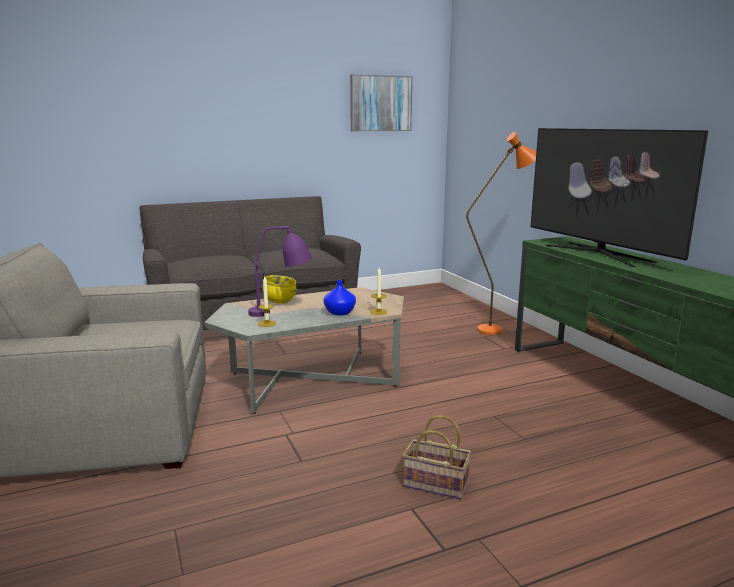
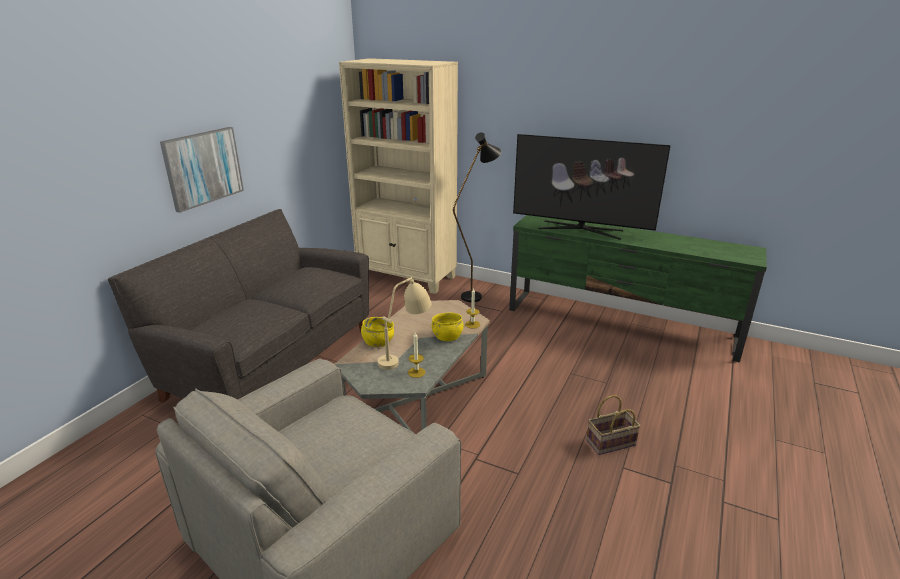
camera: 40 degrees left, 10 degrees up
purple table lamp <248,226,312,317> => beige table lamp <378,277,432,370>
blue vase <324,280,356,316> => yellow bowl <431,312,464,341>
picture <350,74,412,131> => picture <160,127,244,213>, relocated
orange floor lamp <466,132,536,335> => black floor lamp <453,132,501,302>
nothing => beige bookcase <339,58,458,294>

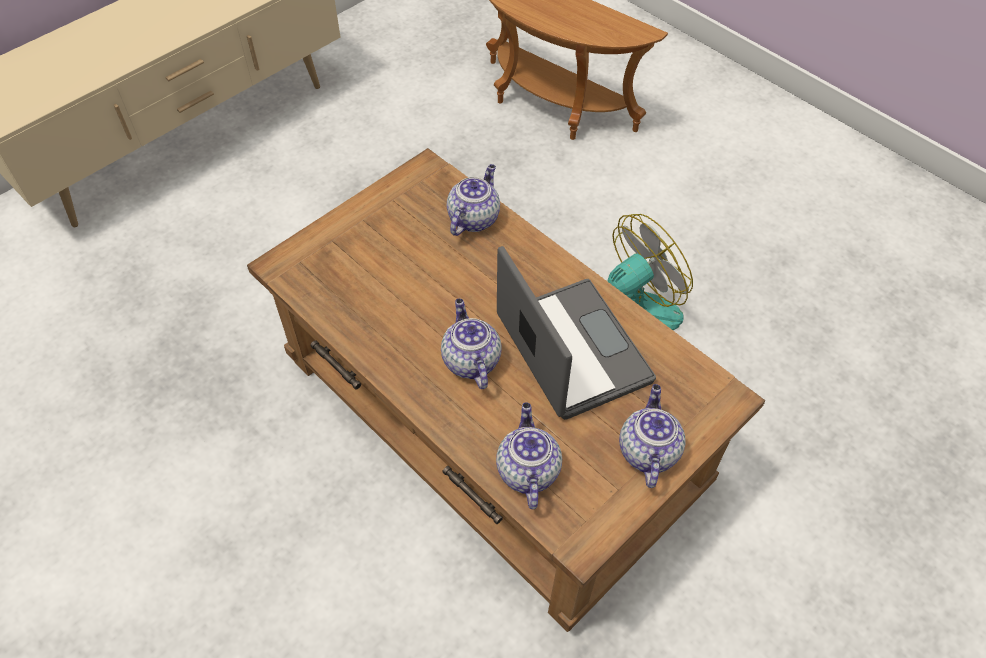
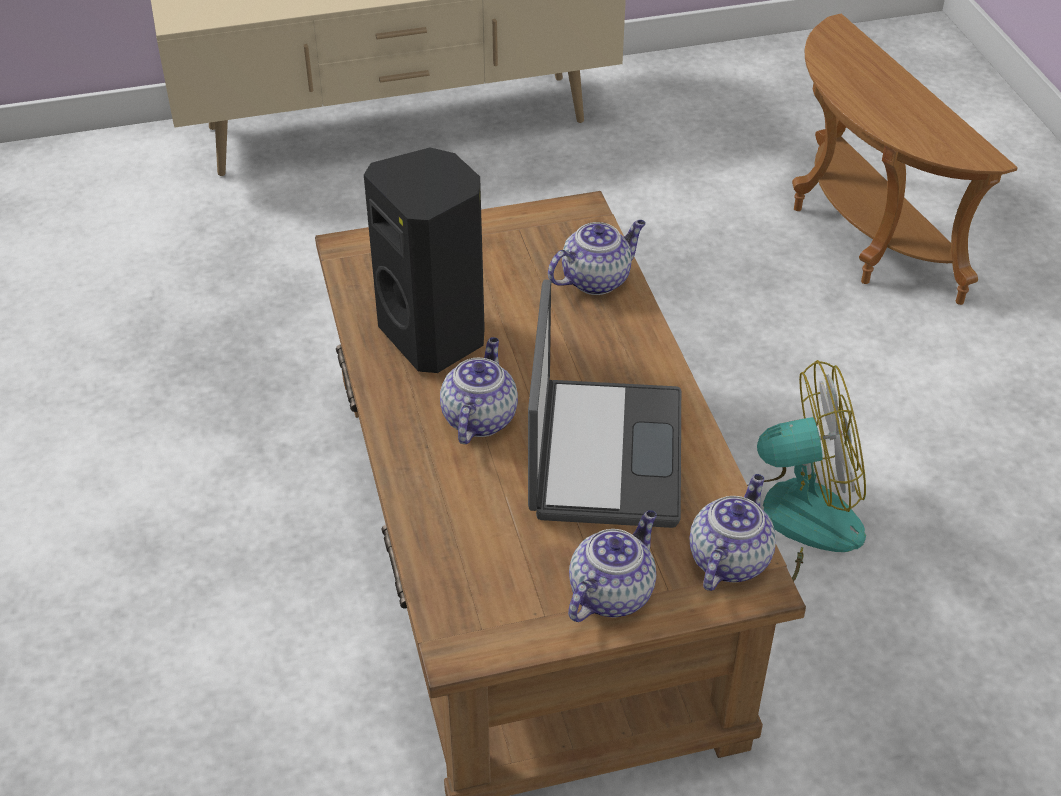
camera: 30 degrees right, 10 degrees down
teapot <496,402,562,509> => teapot <690,474,776,591>, relocated
nothing => black speaker <364,147,485,373>

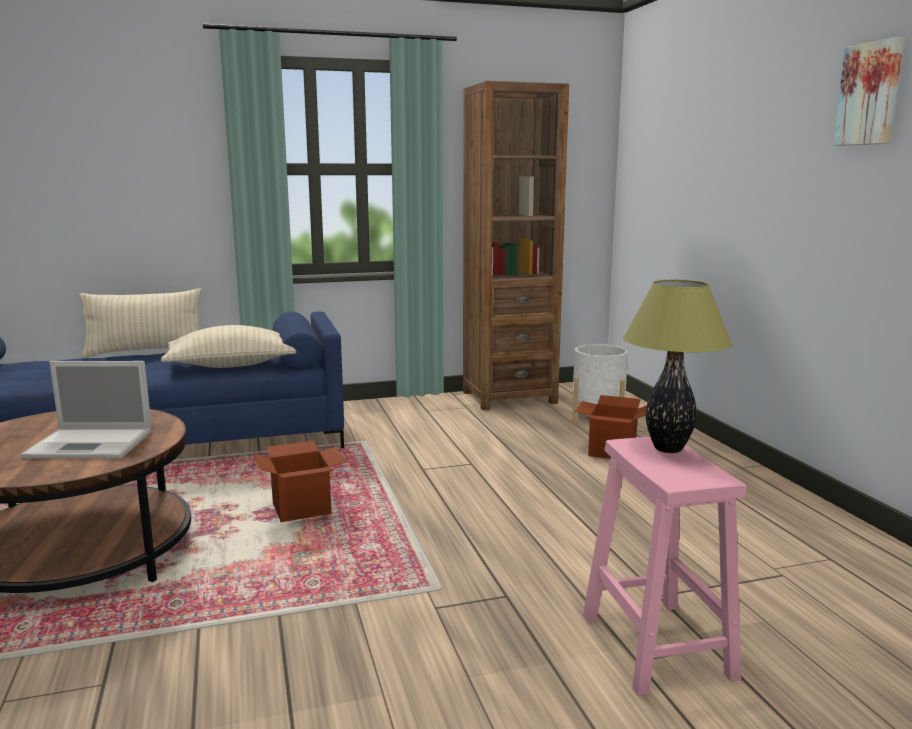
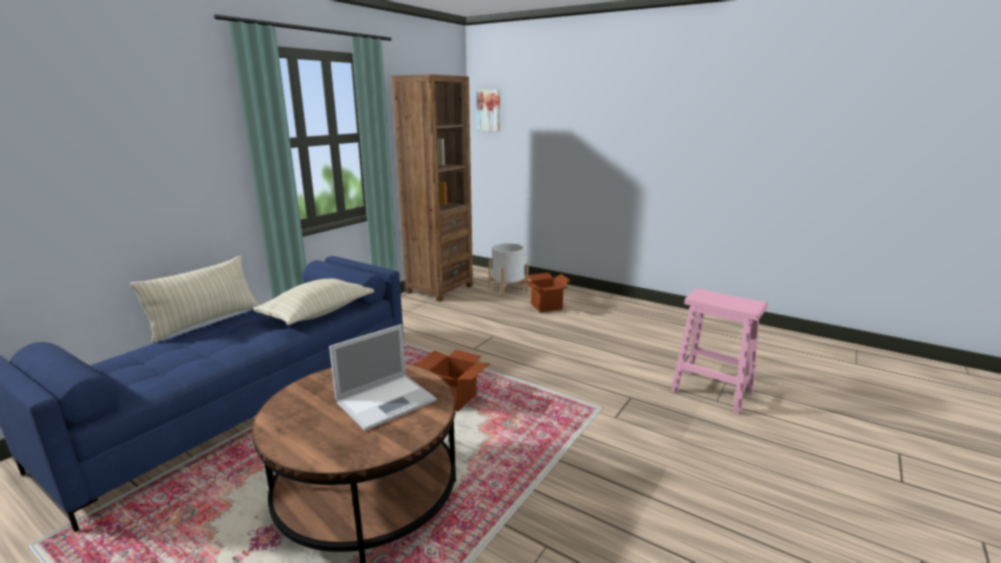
camera: 40 degrees left, 5 degrees up
table lamp <623,280,732,453> => nothing
picture <833,37,904,146> => picture <476,90,500,131>, relocated

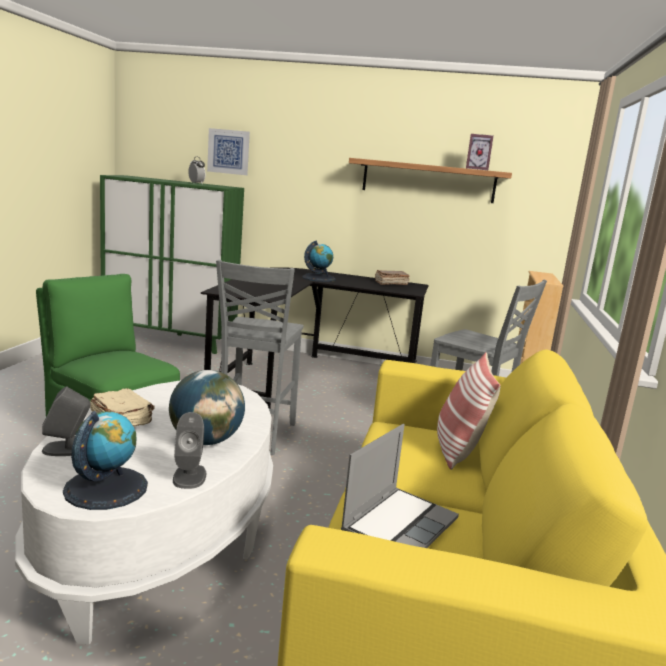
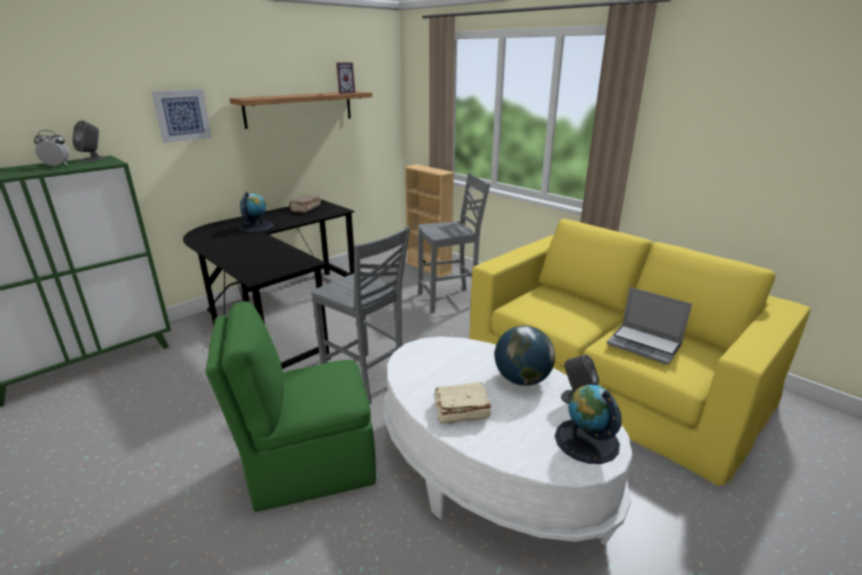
camera: 55 degrees left, 10 degrees up
grey speaker <42,386,91,456> => grey speaker <72,120,107,162>, relocated
picture <207,128,250,175> => picture <151,89,212,143>, relocated
laptop <341,424,459,548> => laptop <607,287,692,365>, 150 degrees clockwise
pillow <437,352,501,470> => nothing

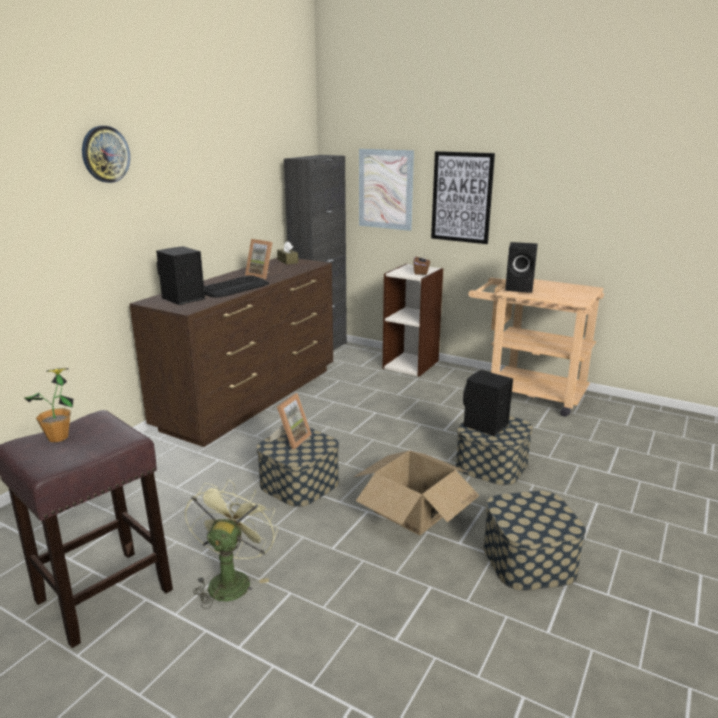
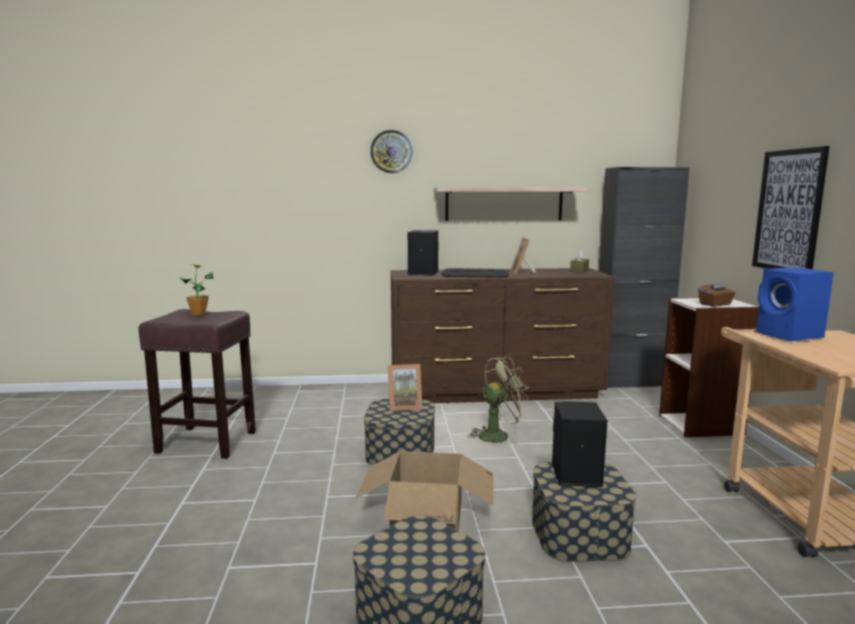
camera: 55 degrees right, 10 degrees down
green fan <185,480,278,609> => green fan <468,356,532,445>, relocated
picture <359,149,414,231> => nothing
black speaker <505,242,538,292> => blue speaker <756,267,834,341>
nothing => shelf <433,187,587,221>

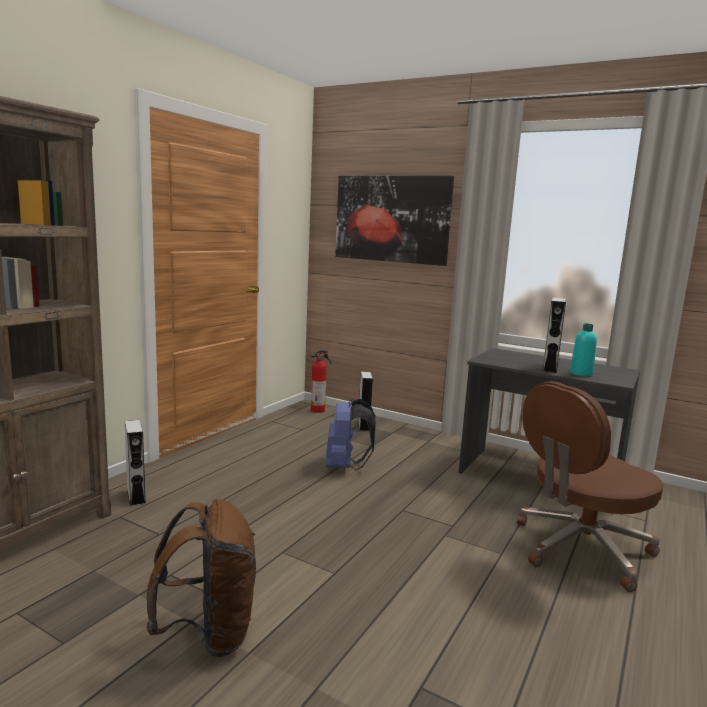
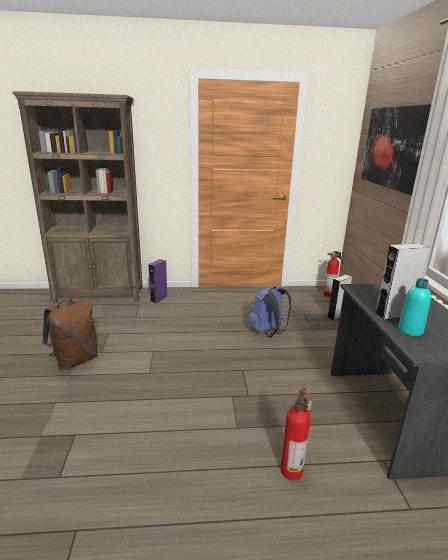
camera: 55 degrees right, 10 degrees up
grey speaker <124,420,146,506> => purple speaker <148,259,168,303>
brown office chair <517,381,663,592> => fire extinguisher <281,388,314,481>

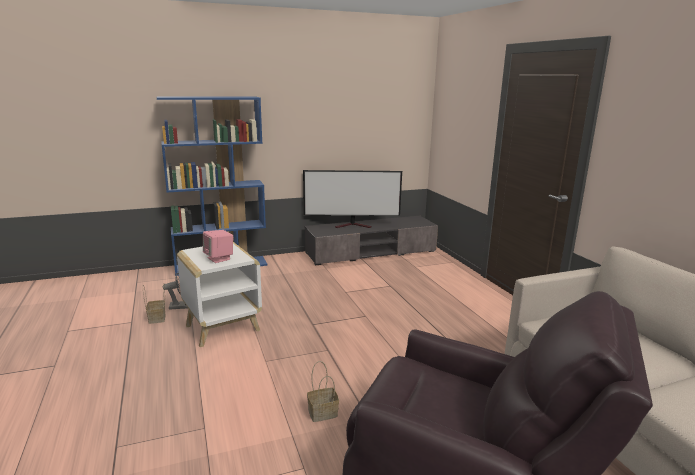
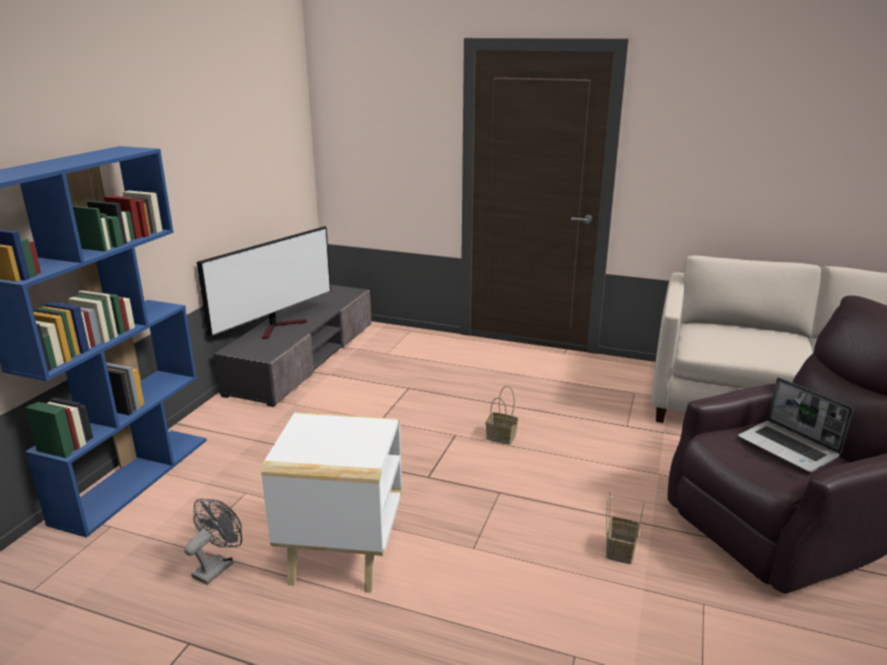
camera: 50 degrees left, 5 degrees up
basket <143,284,166,324> => basket <486,386,518,445>, relocated
pink speaker <203,230,233,263> => nothing
nothing => laptop <738,377,853,472>

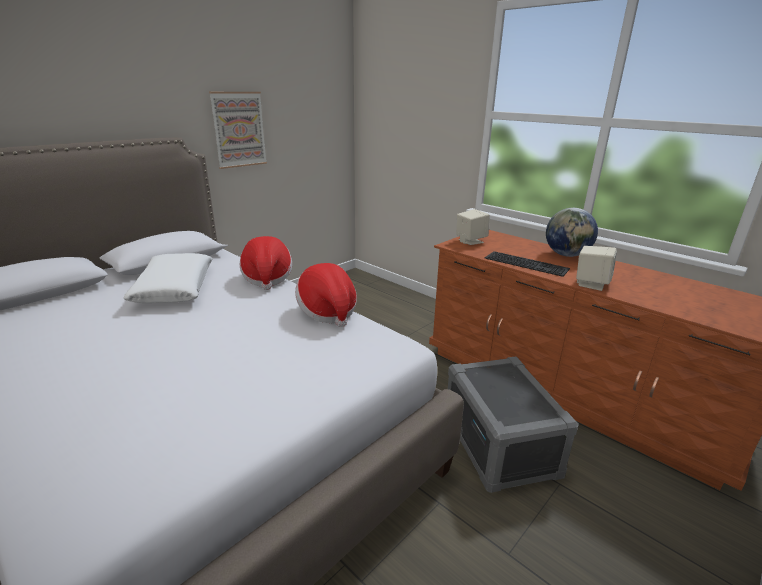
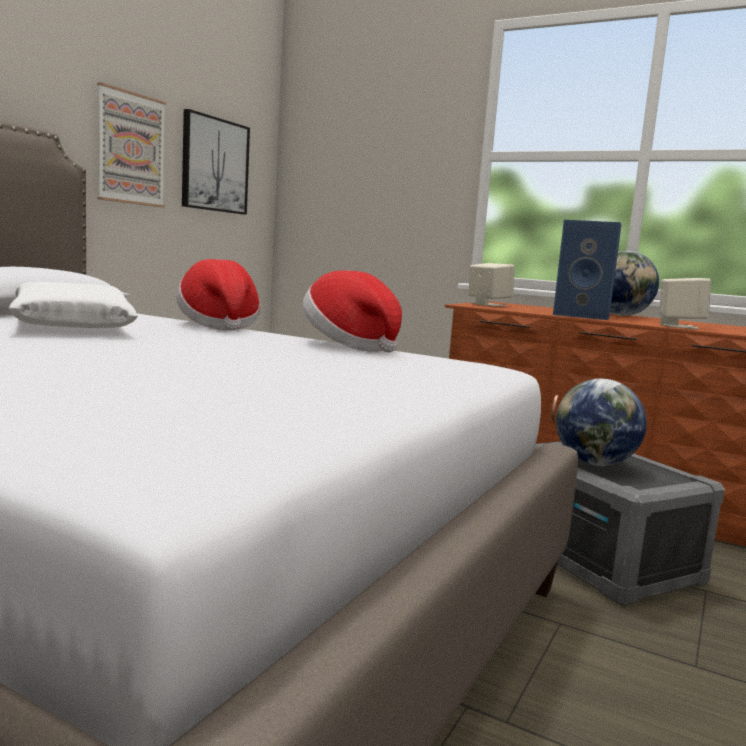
camera: 15 degrees left, 15 degrees down
keyboard <485,251,570,277> => blue speaker <553,220,621,320>
nothing => picture <182,109,250,215>
nothing => globe <556,379,647,466>

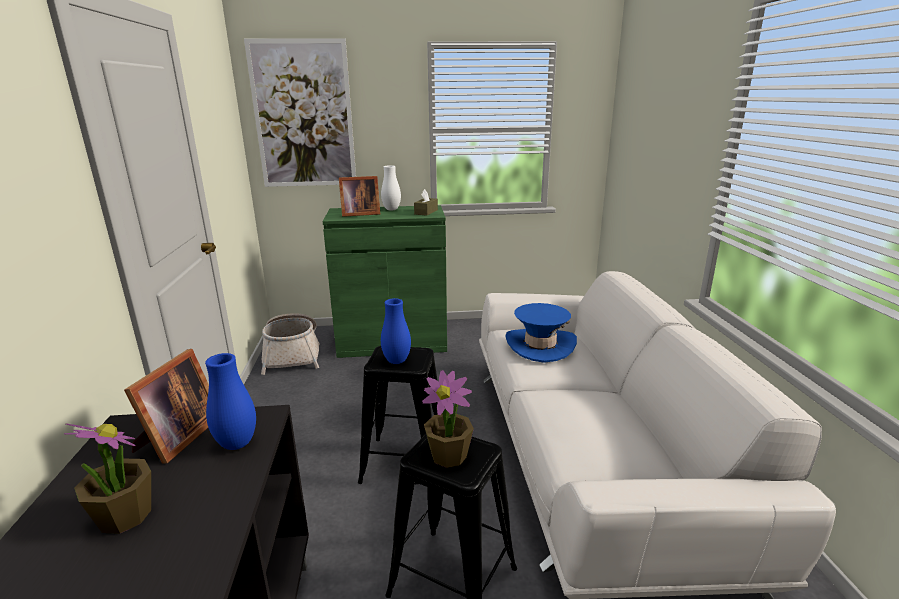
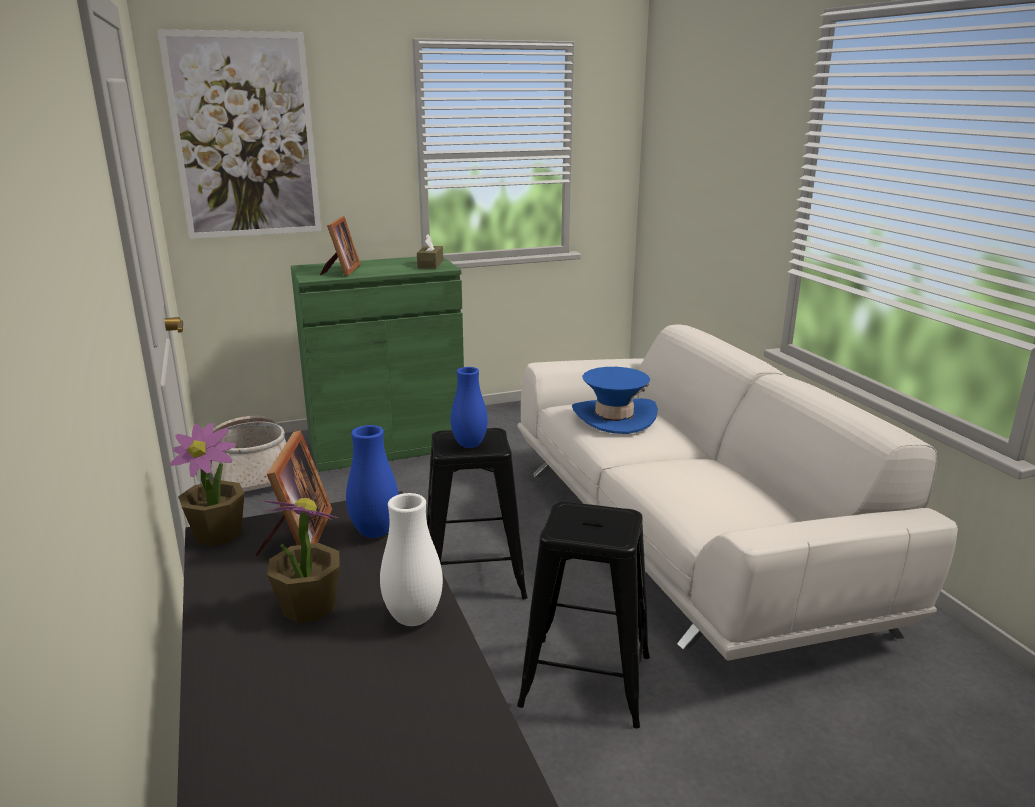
camera: 15 degrees left, 0 degrees up
picture frame <339,176,380,217> => picture frame <320,216,361,276>, 60 degrees counterclockwise
white vase <381,165,401,211> => white vase <380,493,443,626>, relocated
potted plant <422,370,474,468> => potted plant <170,423,245,546>, relocated

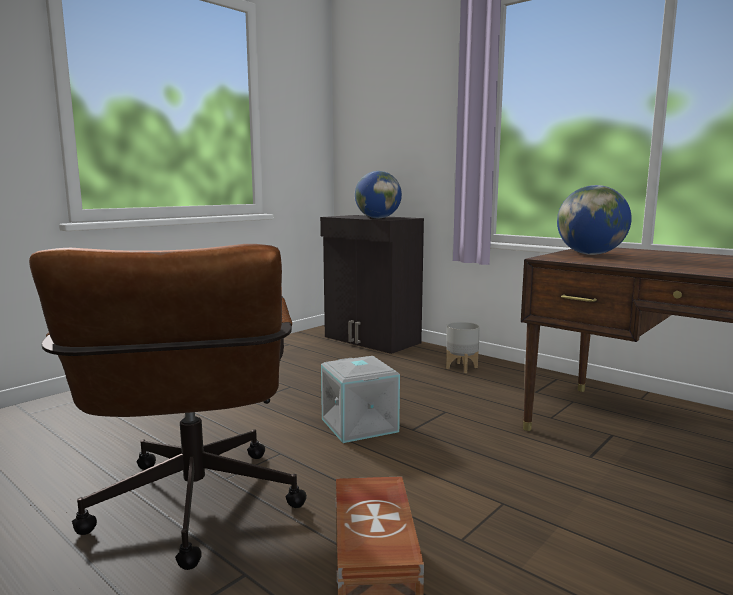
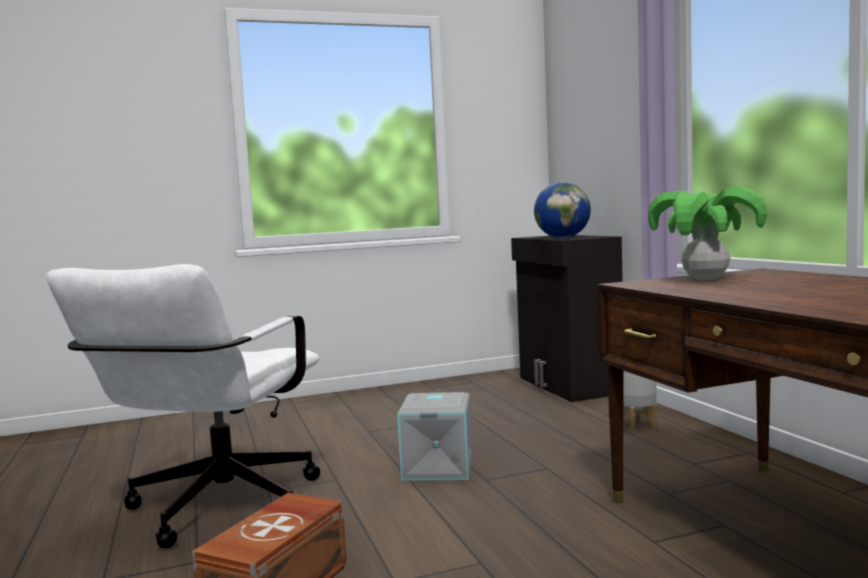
camera: 30 degrees right, 5 degrees down
brown office chair <29,244,307,570> => white office chair <46,264,320,548>
globe <557,185,632,255> => potted plant <648,187,767,280>

